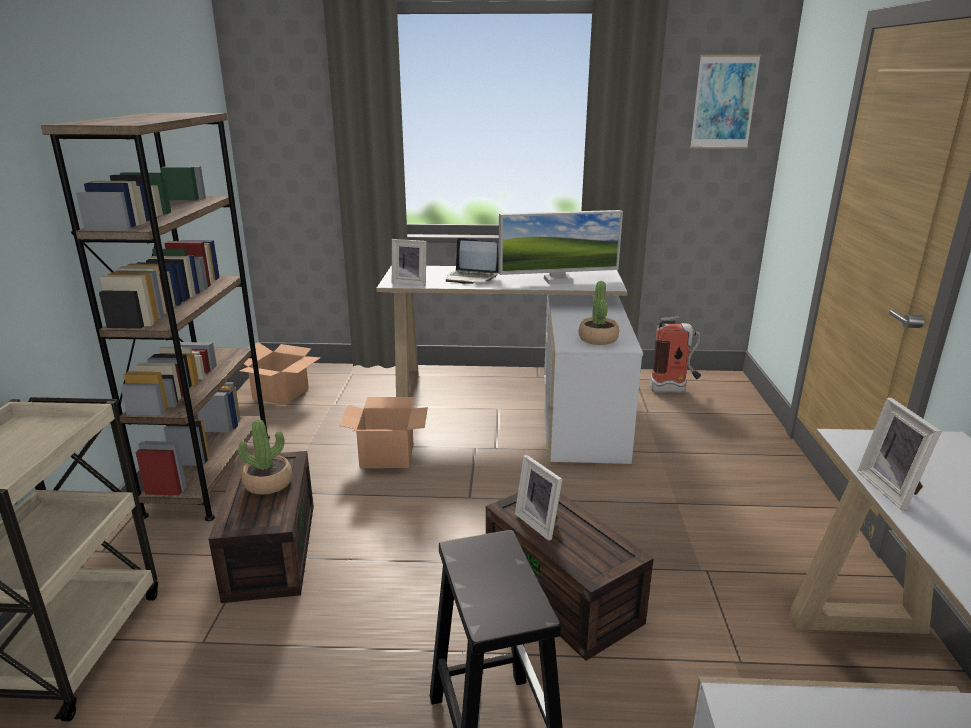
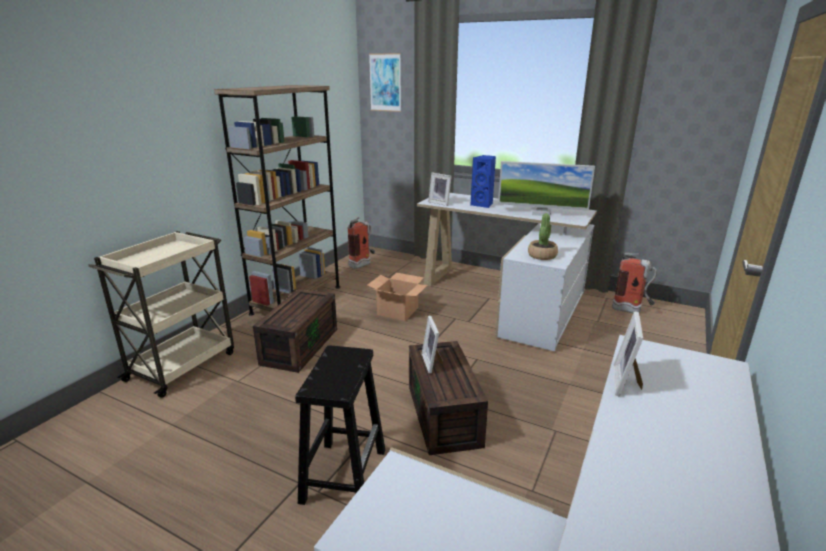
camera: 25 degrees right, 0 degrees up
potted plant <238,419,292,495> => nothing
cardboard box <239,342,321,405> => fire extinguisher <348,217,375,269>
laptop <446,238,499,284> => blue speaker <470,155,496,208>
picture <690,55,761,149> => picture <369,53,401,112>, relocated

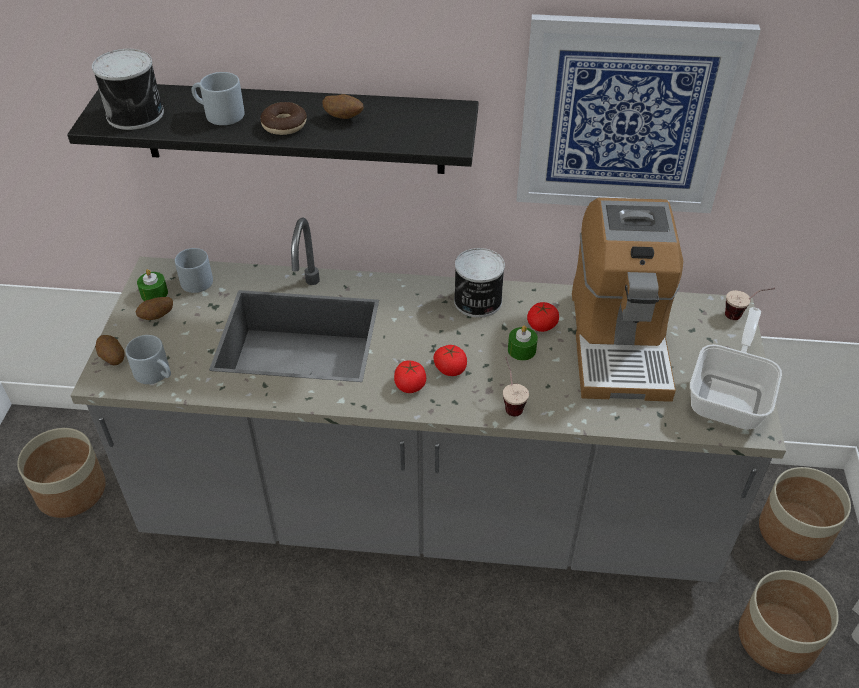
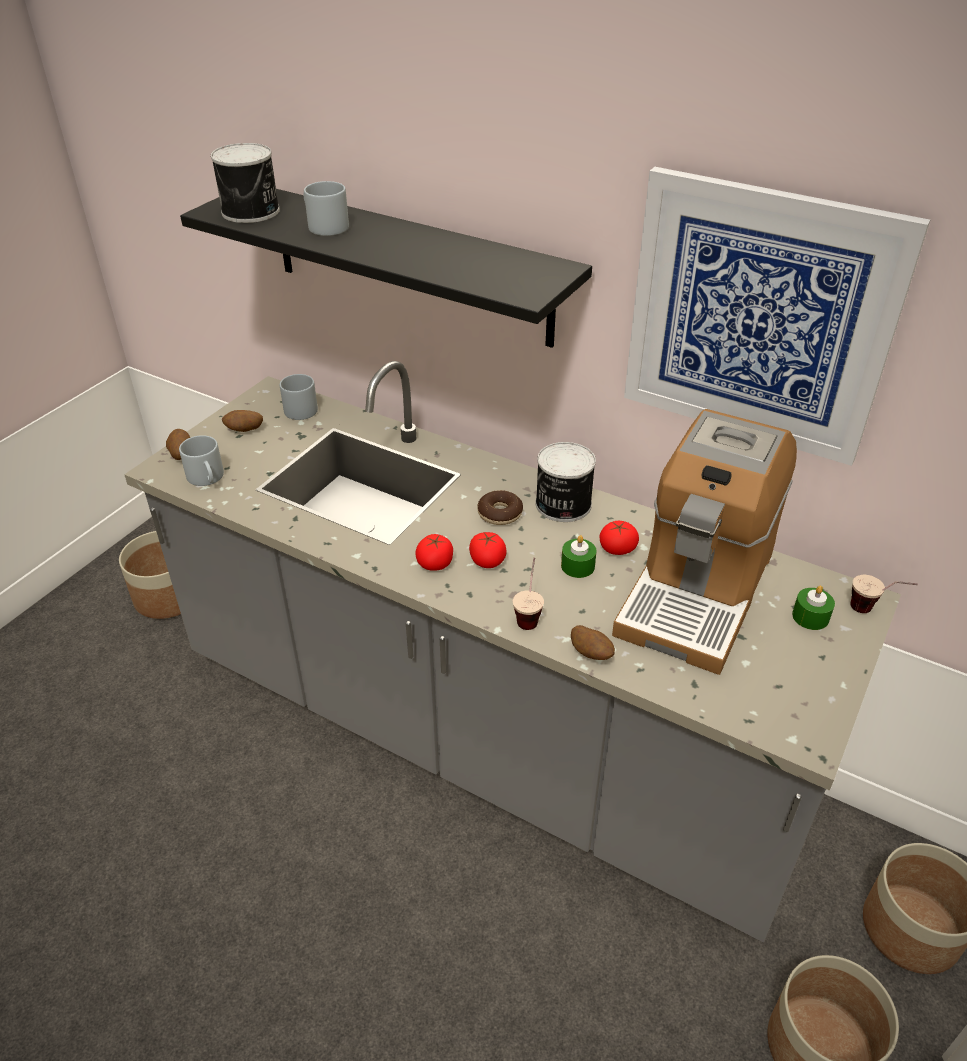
camera: 25 degrees right, 5 degrees down
green candle <137,269,168,301> => green candle <792,586,835,630>, relocated
donut <261,102,307,135> => donut <477,490,523,525>, relocated
potato <322,94,364,119> => potato <571,625,615,660>, relocated
frying pan <690,307,782,430> => nothing

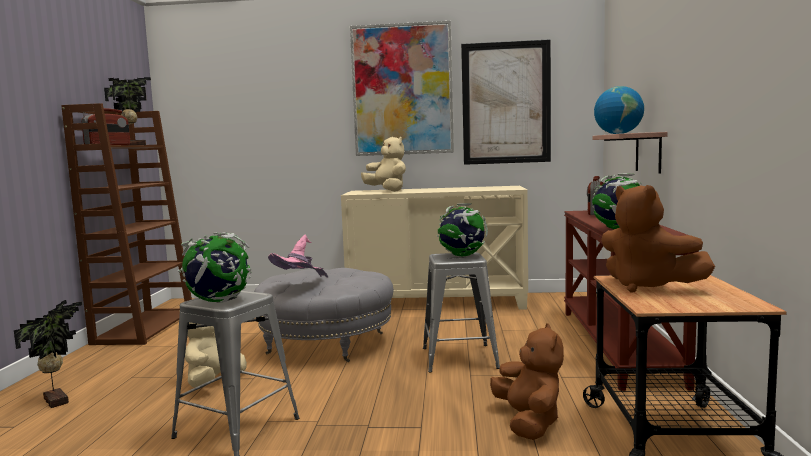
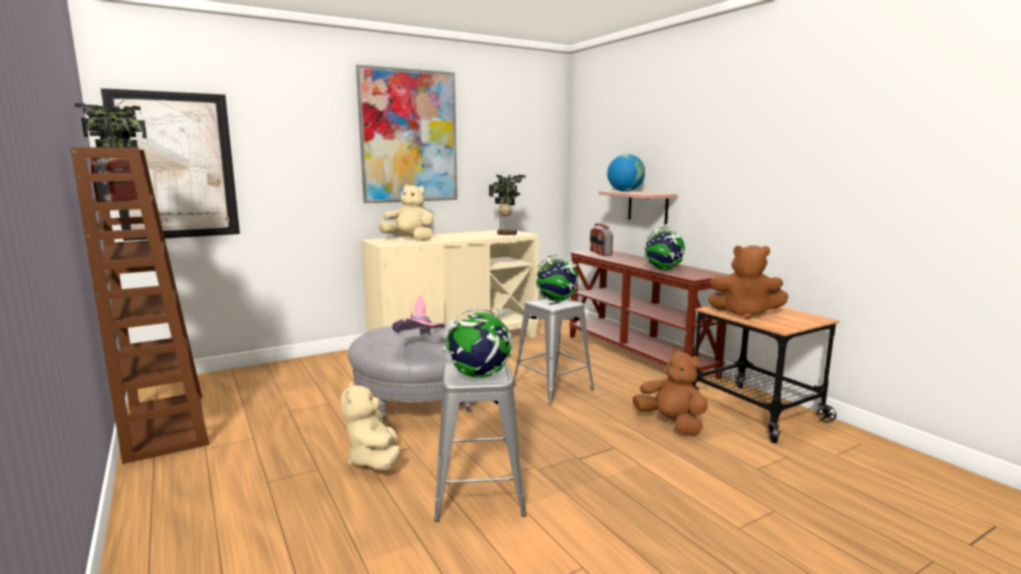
camera: 35 degrees left, 5 degrees up
potted plant <14,300,82,408> => potted plant <489,175,526,235>, relocated
picture <461,39,551,165> => picture <101,88,240,241>, relocated

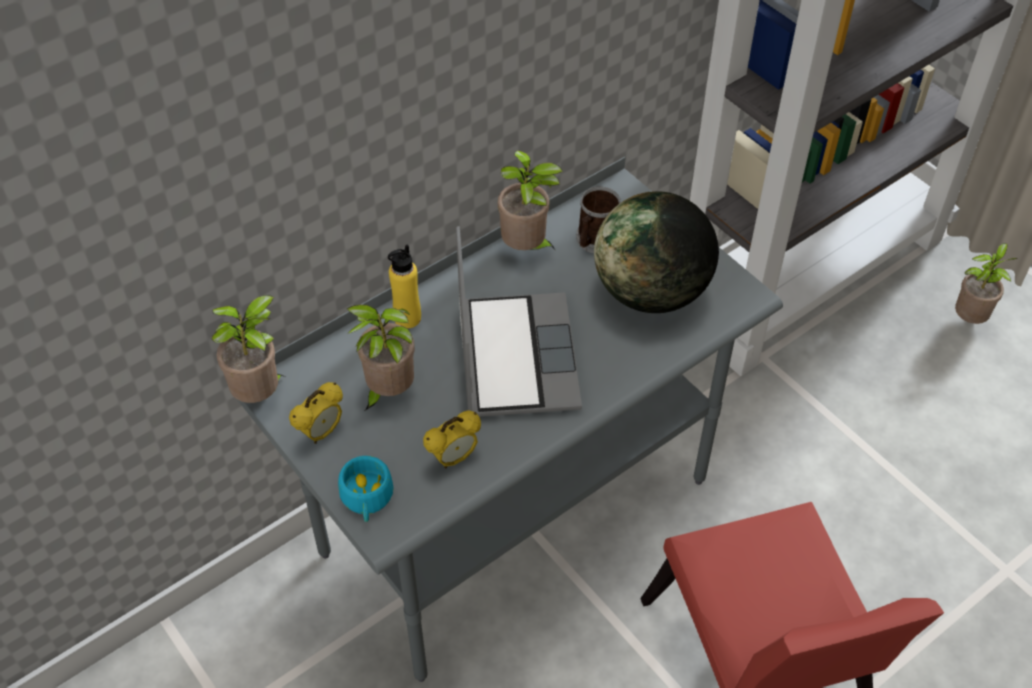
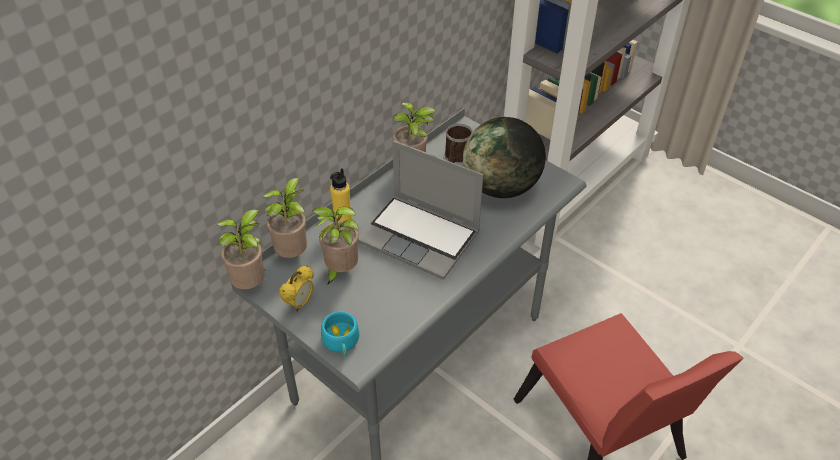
camera: 10 degrees left, 5 degrees down
alarm clock <423,410,481,469> => nothing
laptop <456,226,582,417> => laptop <358,140,483,280>, 135 degrees clockwise
potted plant <955,243,1017,324> => potted plant <262,178,307,258>, relocated

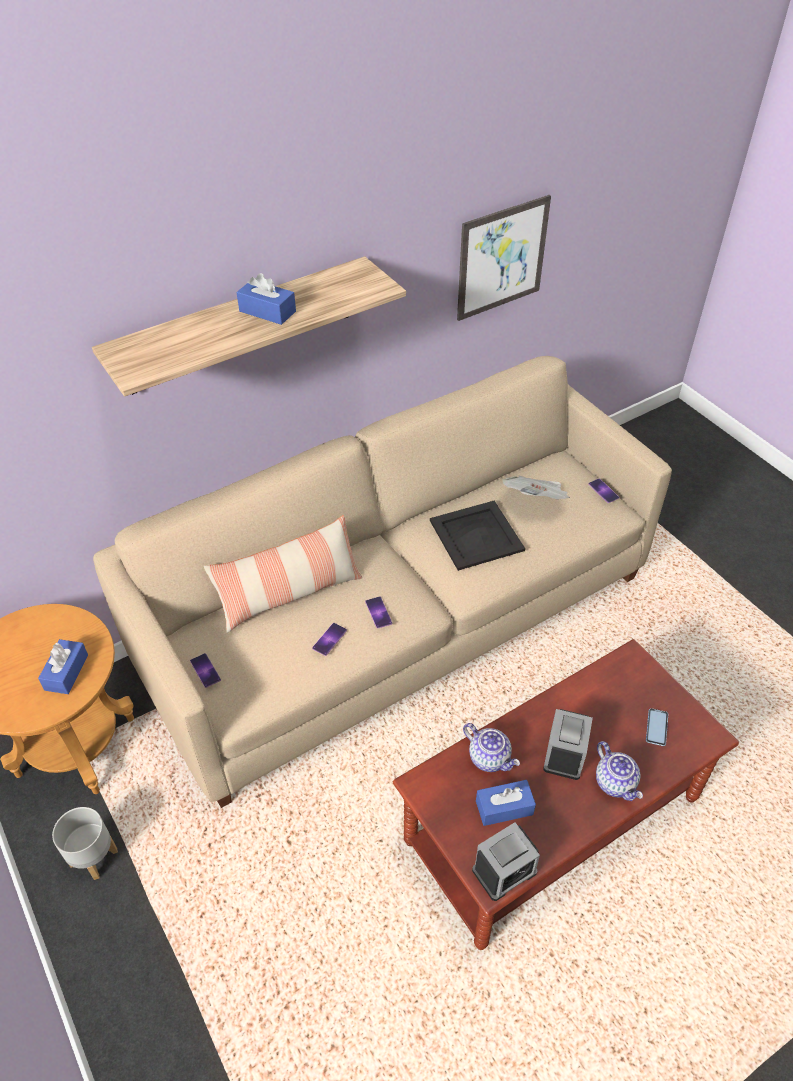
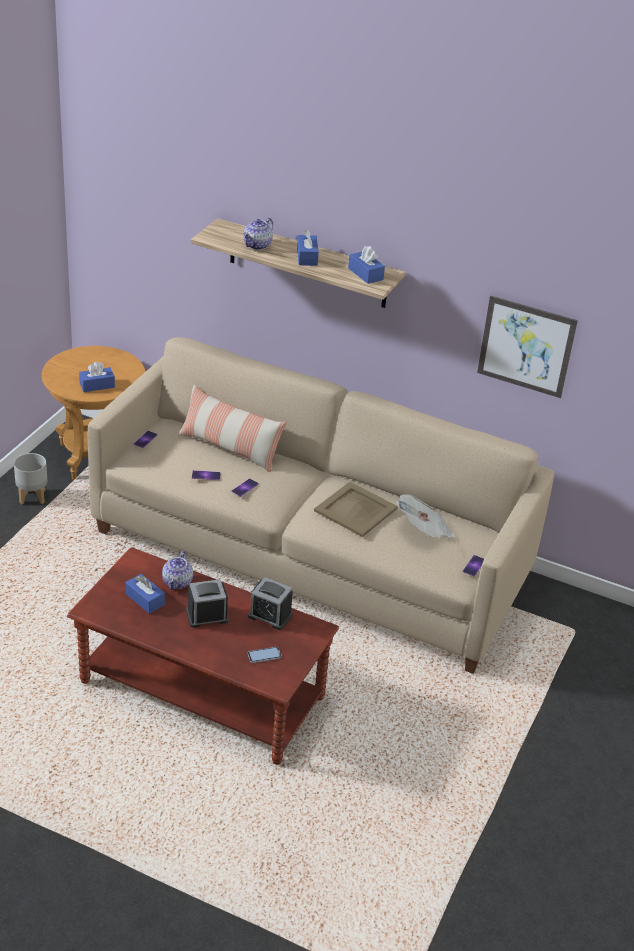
camera: 55 degrees right, 10 degrees down
black tray <430,501,525,571> => beige tray <314,482,398,537>
alarm clock <472,822,540,901> => alarm clock <248,577,293,630>, relocated
teapot <596,741,643,801> => teapot <243,218,273,250>, relocated
nothing => blue tissue box <348,246,385,284>

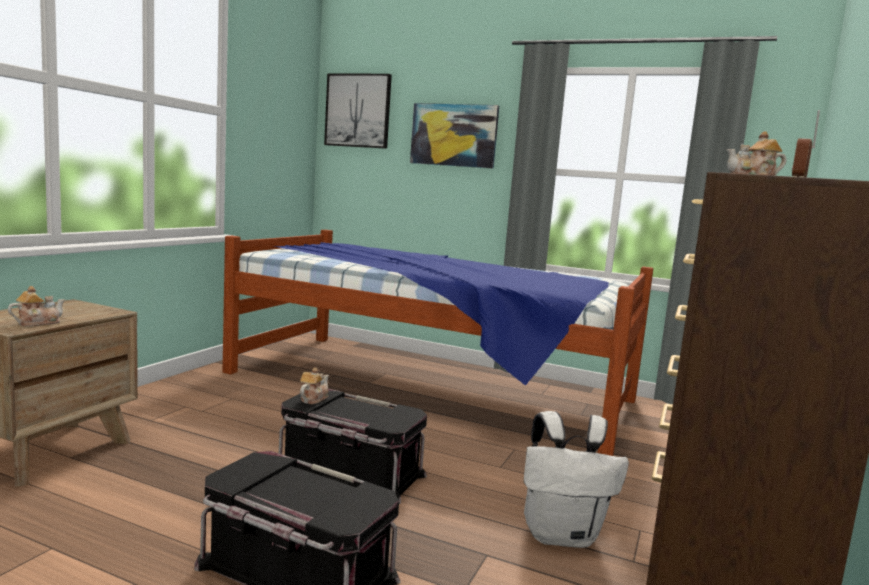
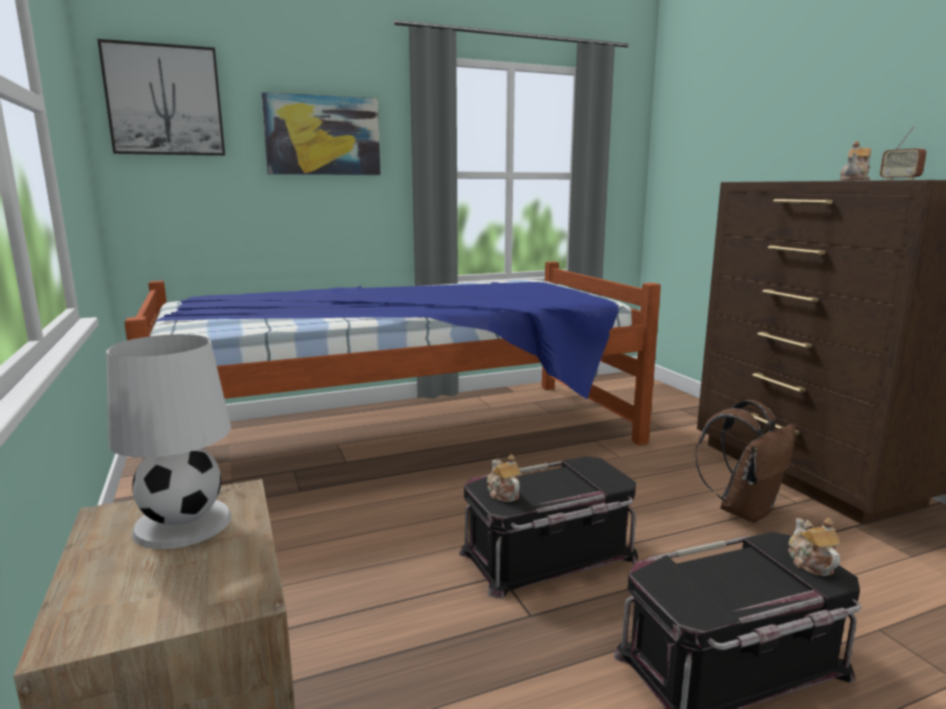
camera: 45 degrees left, 5 degrees up
teapot <8,286,66,327> => teapot <788,518,841,576>, relocated
white backpack <524,411,629,548> => brown backpack <695,400,795,523>
nothing => white table lamp <106,334,232,549>

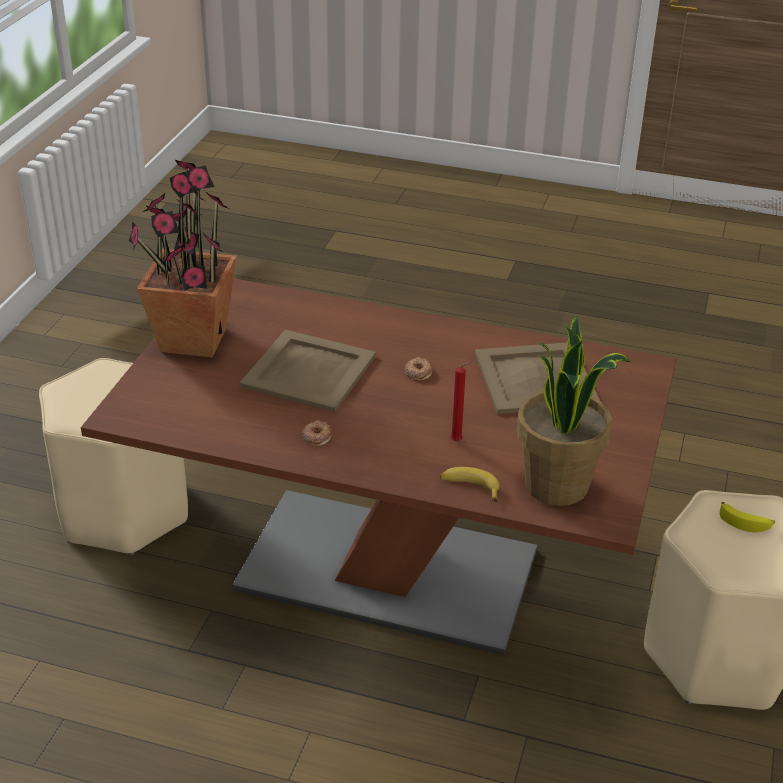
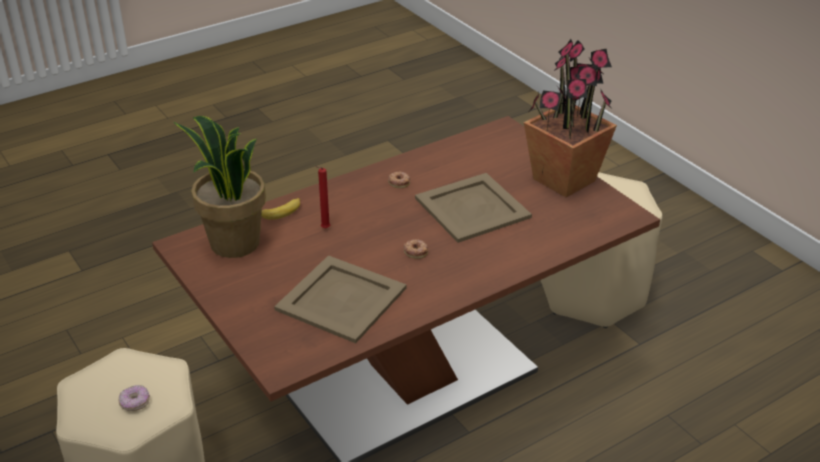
camera: 130 degrees right, 0 degrees up
banana <720,502,775,532> => donut <119,385,150,411>

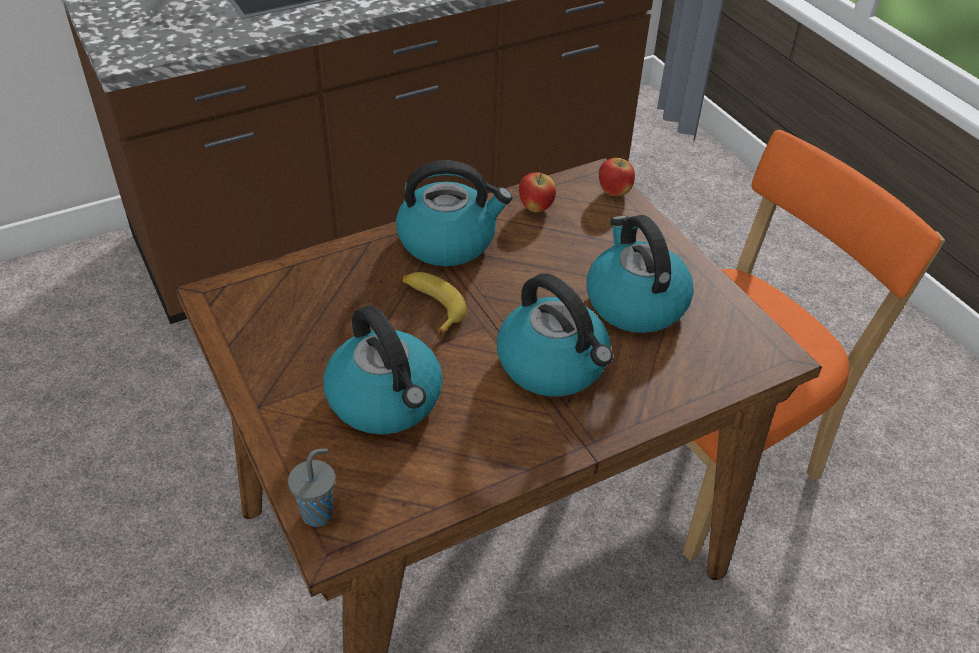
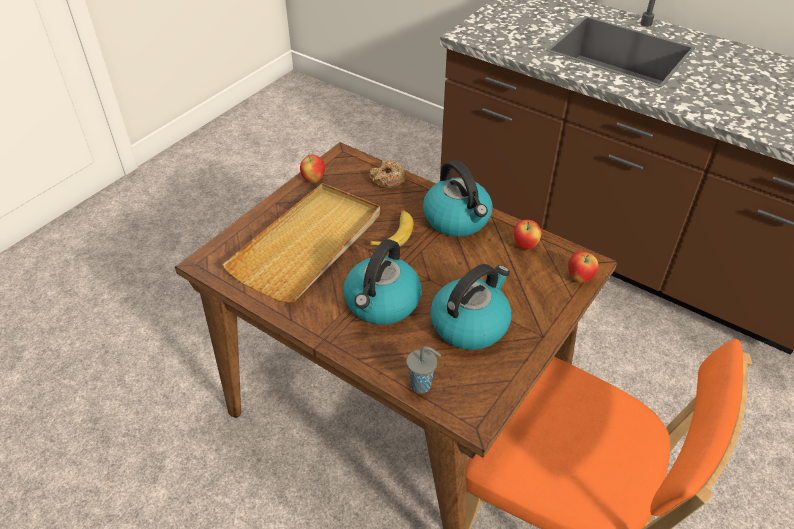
camera: 65 degrees right, 0 degrees up
grey cup <288,448,335,527> => grey cup <406,346,441,393>, relocated
kettle <323,305,443,434> => beige tray <222,183,380,303>
nothing => apple <300,154,325,183>
nothing => donut <369,160,406,189>

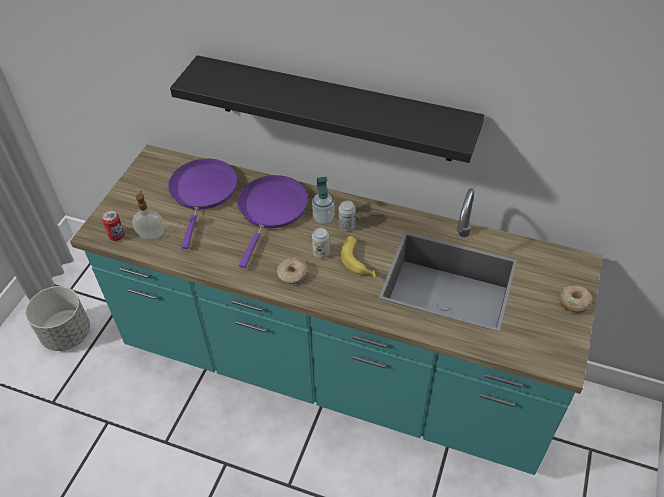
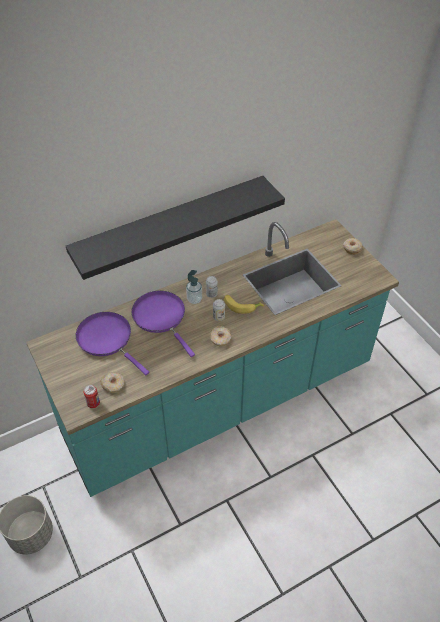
camera: 50 degrees left, 0 degrees up
soap dispenser <132,190,164,239> => donut <100,372,125,393>

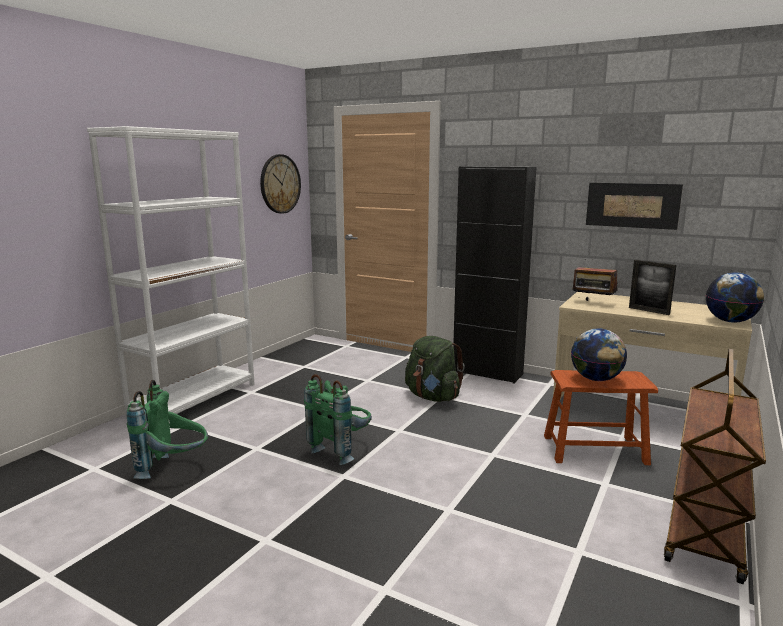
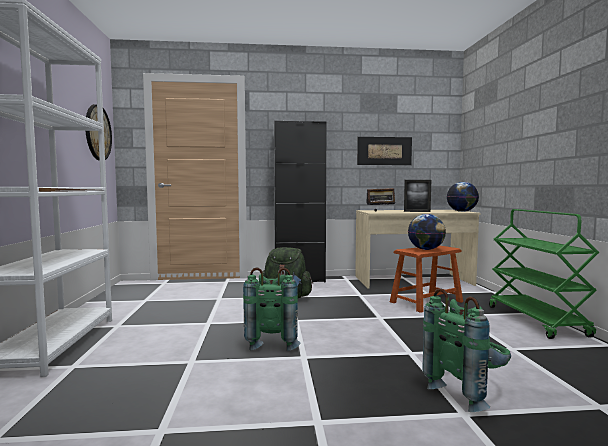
camera: 35 degrees left, 10 degrees down
green backpack <126,380,208,479> => green backpack <422,288,511,412>, relocated
brown cart <664,349,766,584> => green cart <489,209,599,339>

